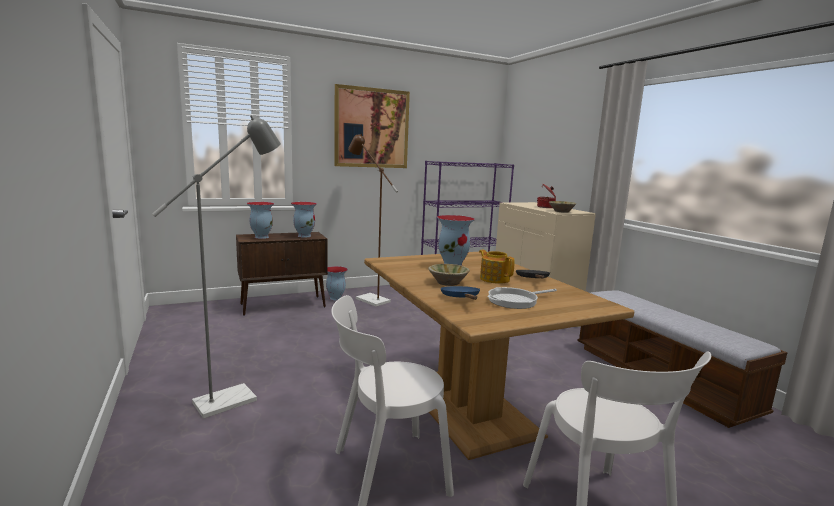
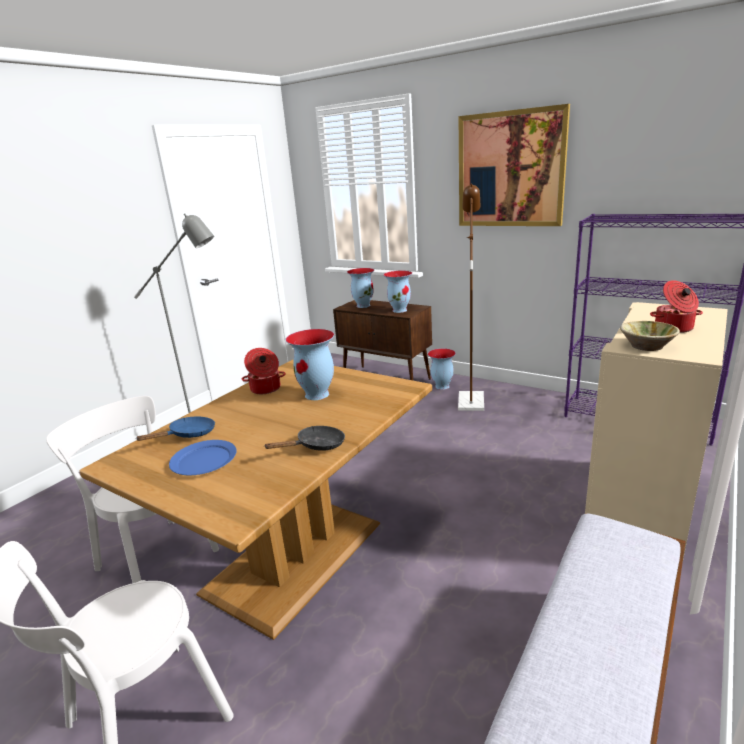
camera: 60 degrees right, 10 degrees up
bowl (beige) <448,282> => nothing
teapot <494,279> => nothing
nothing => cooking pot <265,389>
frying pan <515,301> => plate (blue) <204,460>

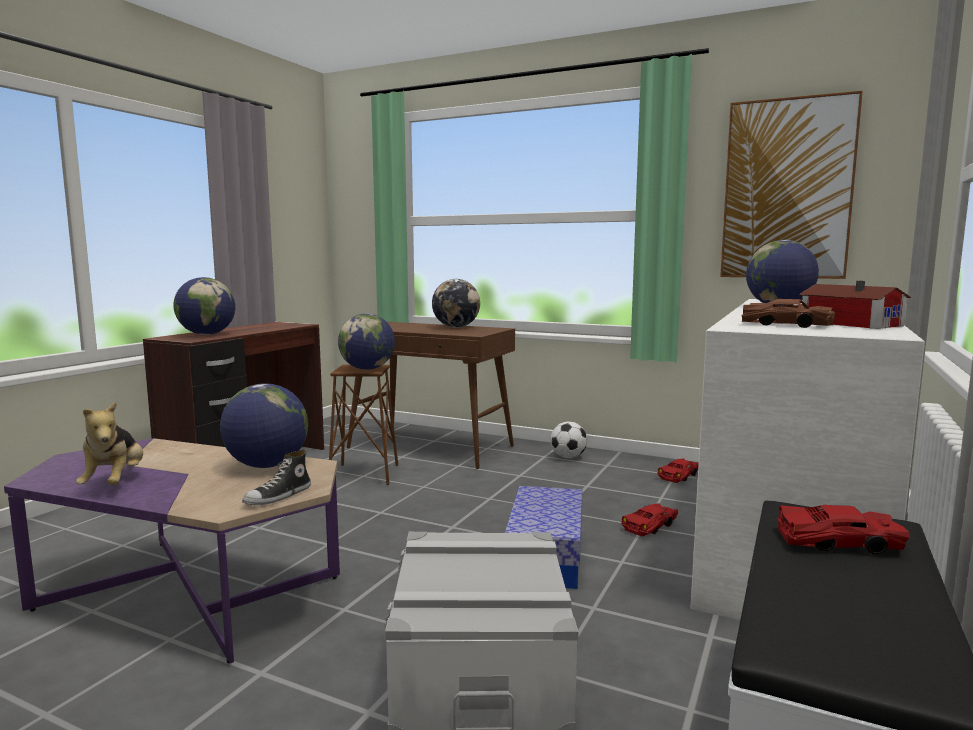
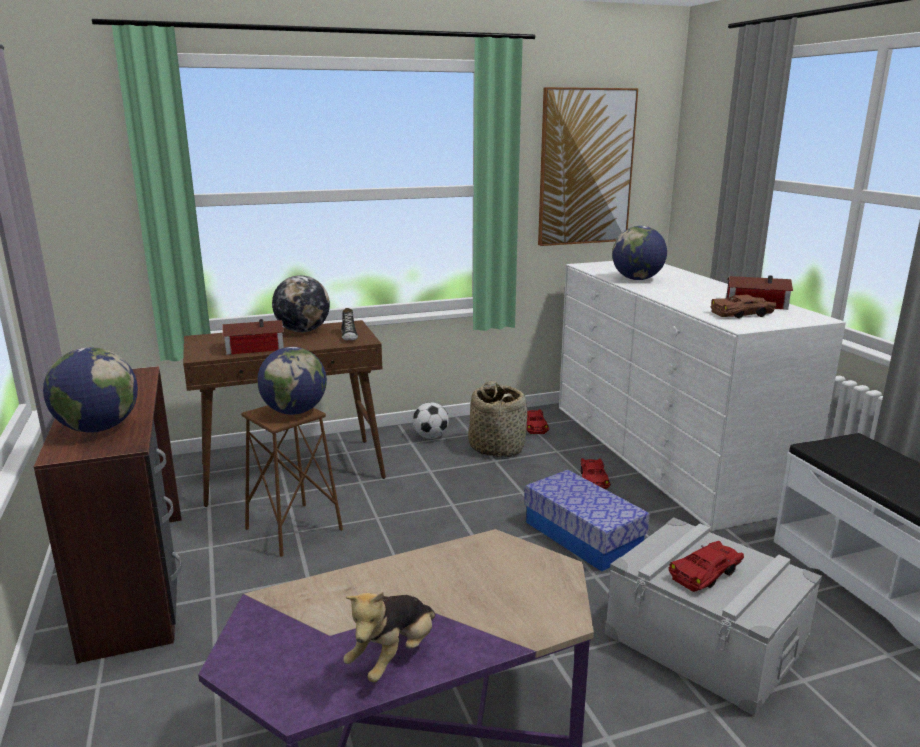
camera: 45 degrees left, 10 degrees up
globe <267,465> => nothing
nothing => toy house <253,347>
nothing => basket <497,447>
shoe <278,497> => shoe <349,336>, shifted
toy car (red) <840,543> => toy car (red) <706,574>, shifted
plush toy <115,483> => plush toy <393,656>, 90 degrees clockwise

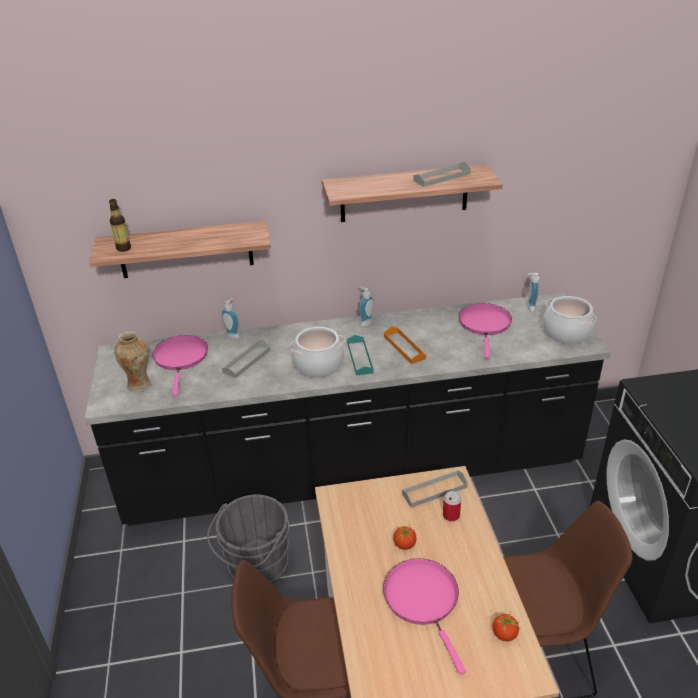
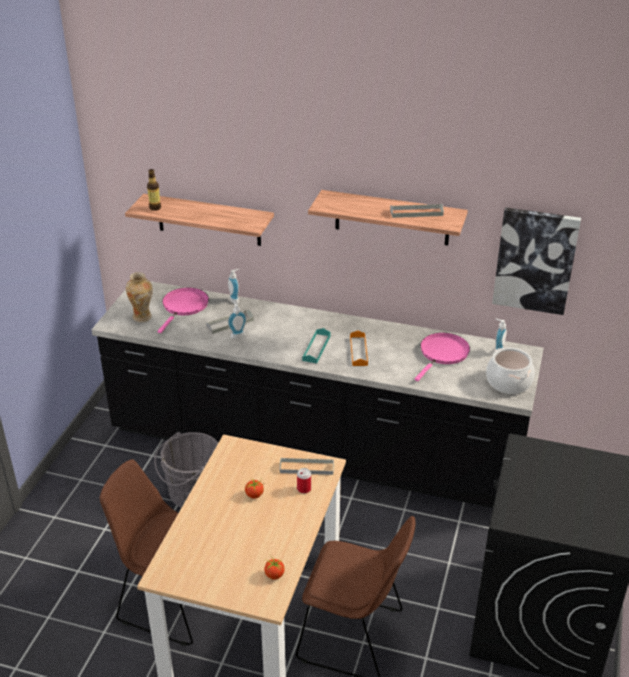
camera: 25 degrees right, 0 degrees up
cooking pot <318,365> => nothing
frying pan (pink) <423,600> => nothing
nothing => picture <535,260>
soap dispenser <365,322> => soap dispenser <237,334>, shifted

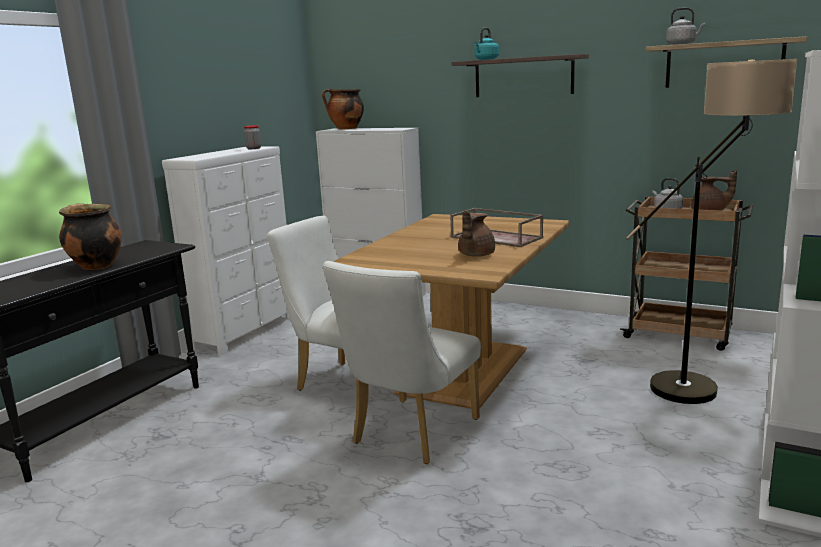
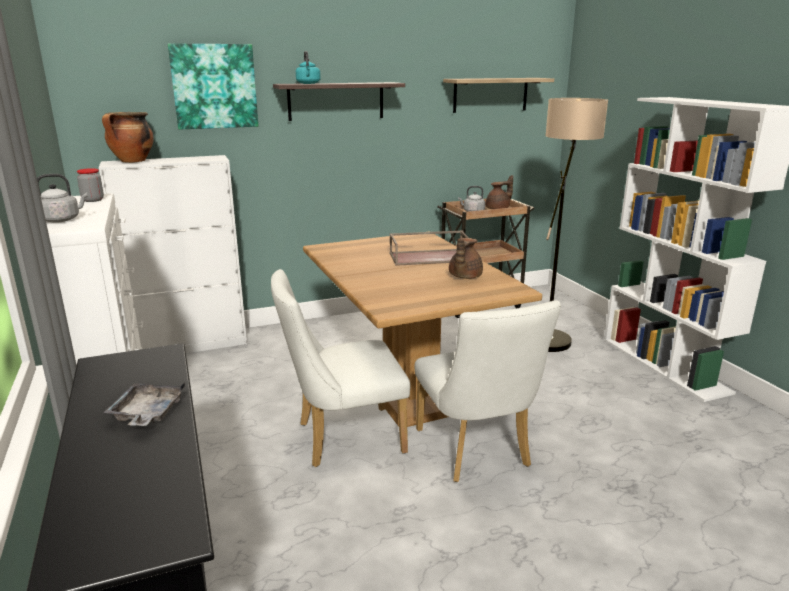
camera: 50 degrees left, 5 degrees up
nothing => picture <214,86>
kettle (grey) <682,44> => kettle (grey) <62,220>, shifted
cooking pot <95,266> => tray (grey) <147,414>
teapot (brown) <475,255> => teapot (brown) <464,276>, 45 degrees clockwise

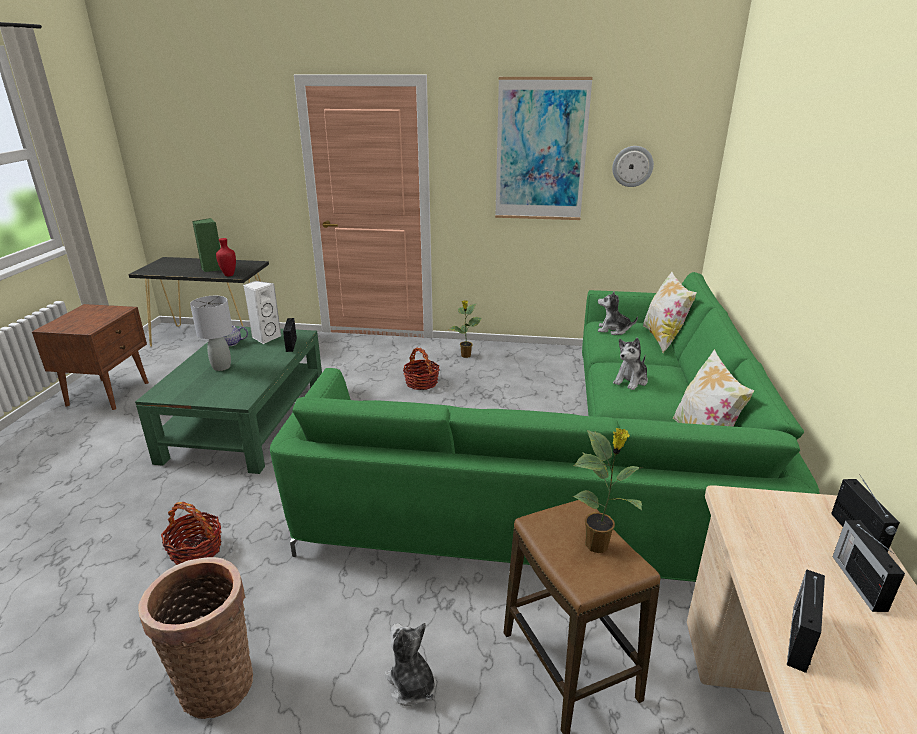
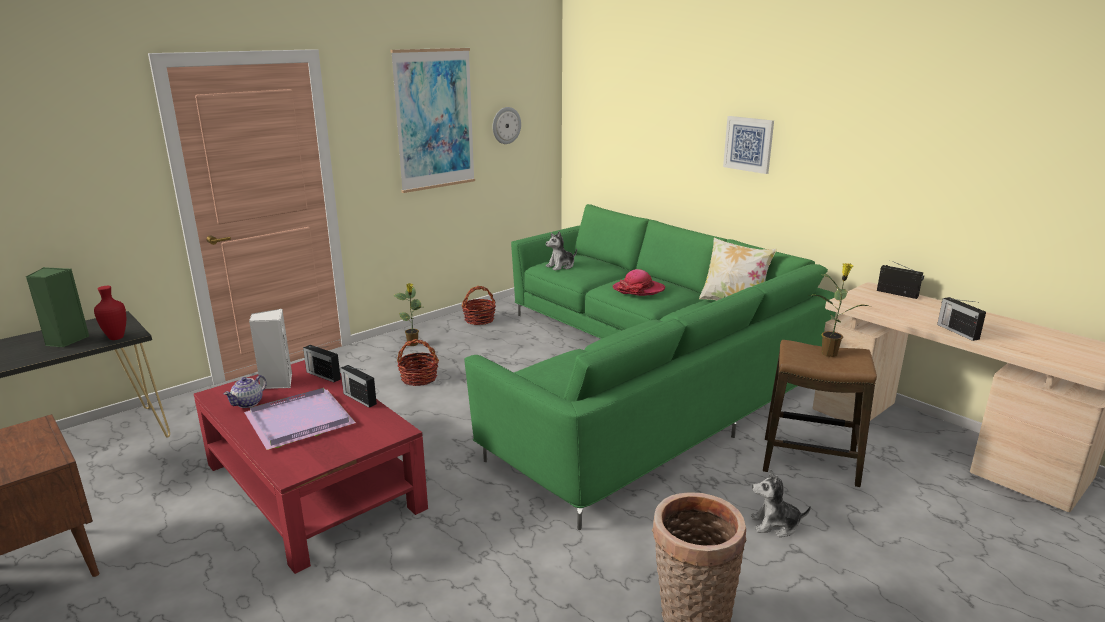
camera: 50 degrees left, 5 degrees down
pillow <662,339> => nothing
nothing => picture <748,144>
basket <196,550> => basket <479,319>, shifted
radio <858,581> => radio <359,398>, shifted
table lamp (grey) <221,367> => tray (purple) <298,422>
plush toy <631,381> => hat <638,289>
coffee table (green) <246,420> => coffee table (red) <313,486>

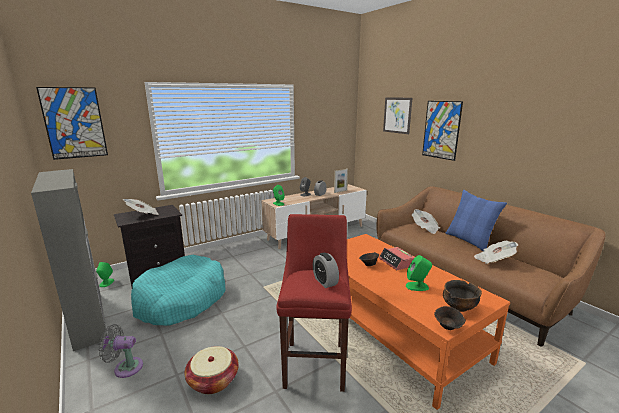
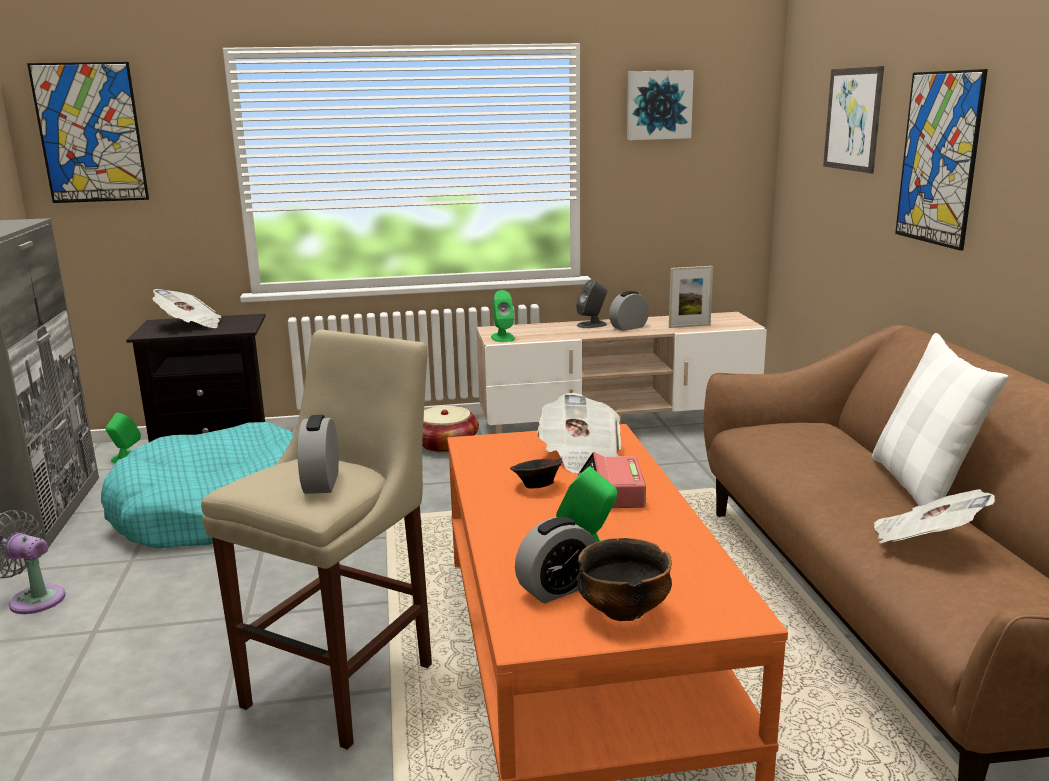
camera: 25 degrees right, 0 degrees up
bowl (brown) <448,327> => nothing
nothing => alarm clock <557,589>
nothing => picture <658,105>
basket <213,380> => basket <446,445>, shifted
newspaper <425,228> => newspaper <579,455>, shifted
stool (red) <315,362> => stool (beige) <346,680>
pillow (blue) <469,241> => pillow (white) <921,486>

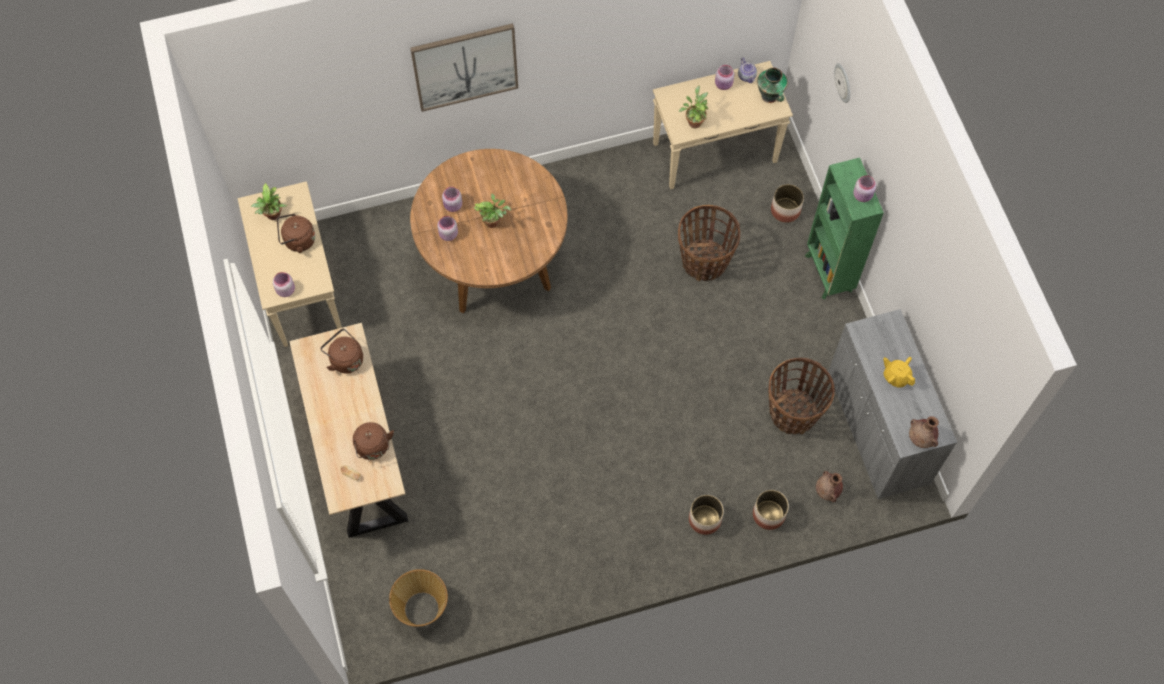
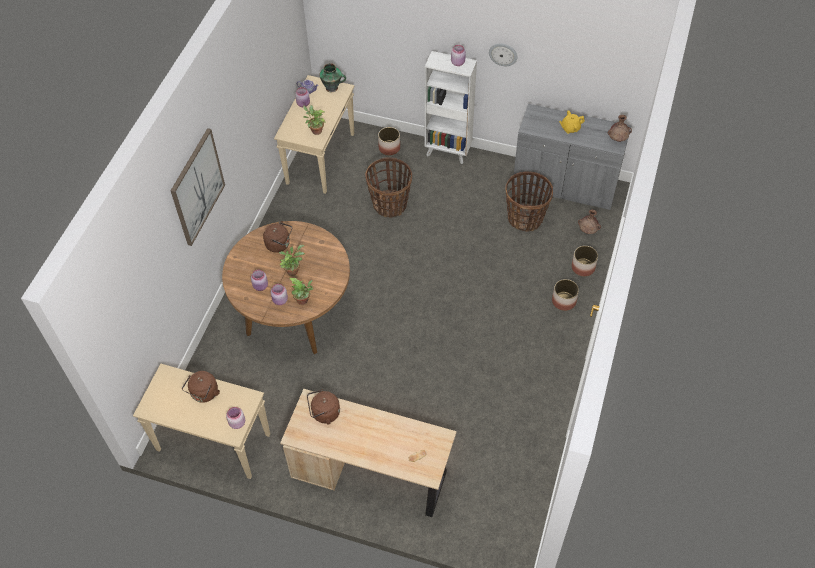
camera: 55 degrees left, 10 degrees down
basket <422,608> => nothing
potted plant <273,216> => potted plant <303,301>, shifted
kettle (brown) <373,448> => kettle (brown) <279,244>, shifted
wall clock <843,82> => wall clock <503,54>, shifted
bookcase (green) <828,274> => bookcase (white) <448,152>

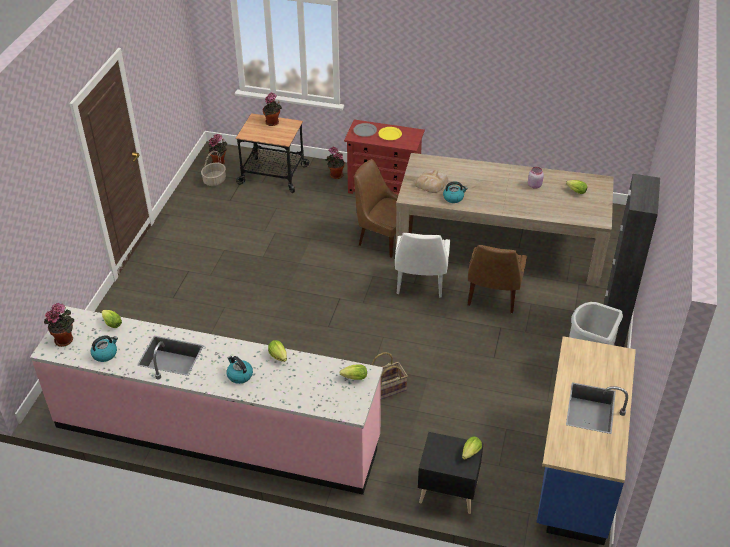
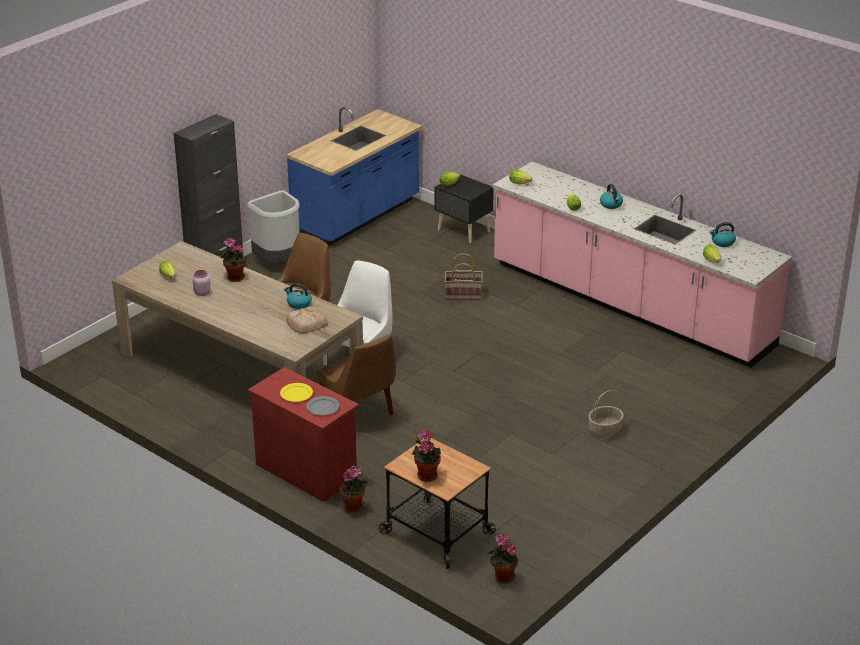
camera: 155 degrees left, 10 degrees down
potted plant <65,339> => potted plant <234,278>, shifted
basket <214,180> => basket <604,430>, shifted

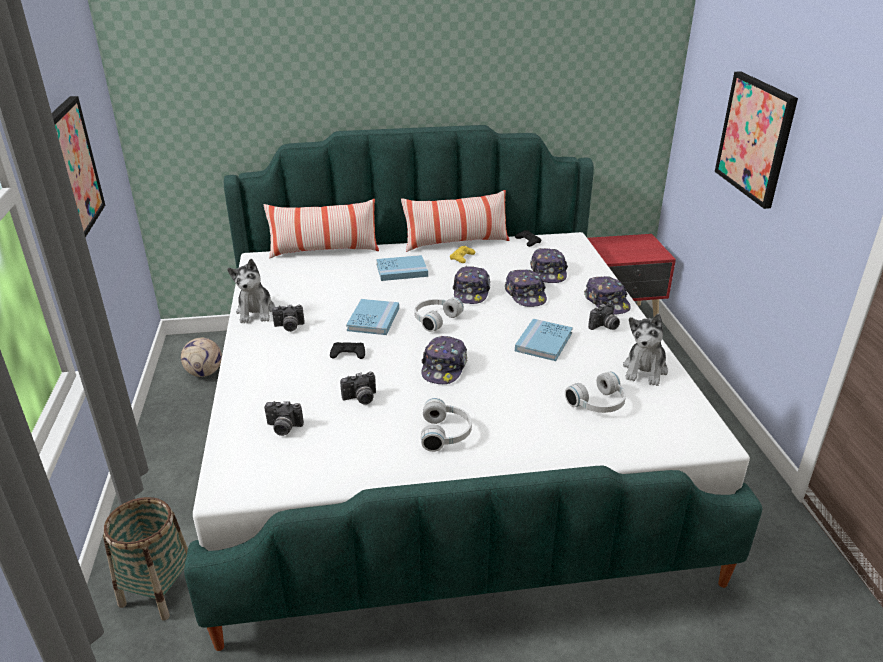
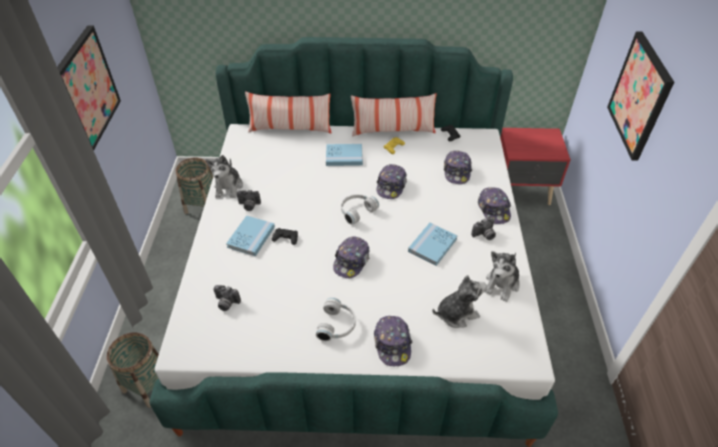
camera: 10 degrees right, 15 degrees up
photo camera <360,399> => nothing
book (blue) <373,319> => book (blue) <251,237>, shifted
cap <525,295> => cap <392,344>, shifted
football <204,372> => basket <202,205>
headphones (white) <599,404> => plush toy <456,313>

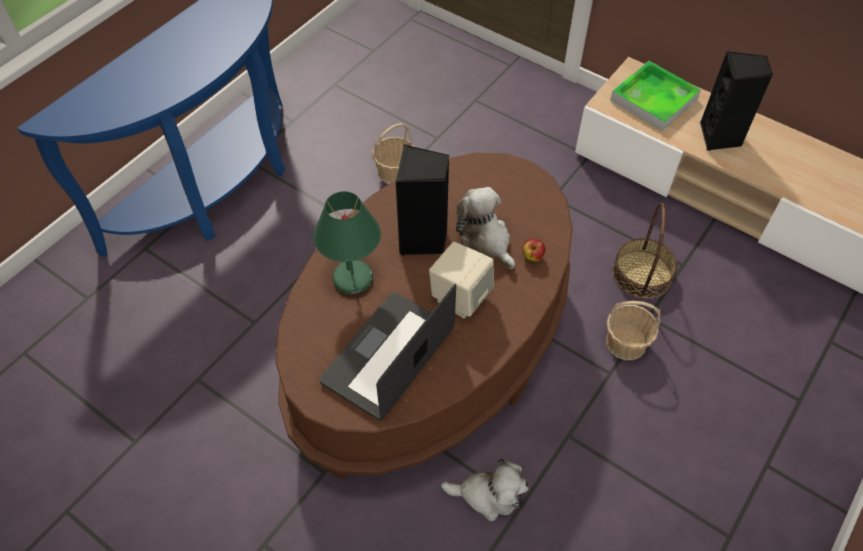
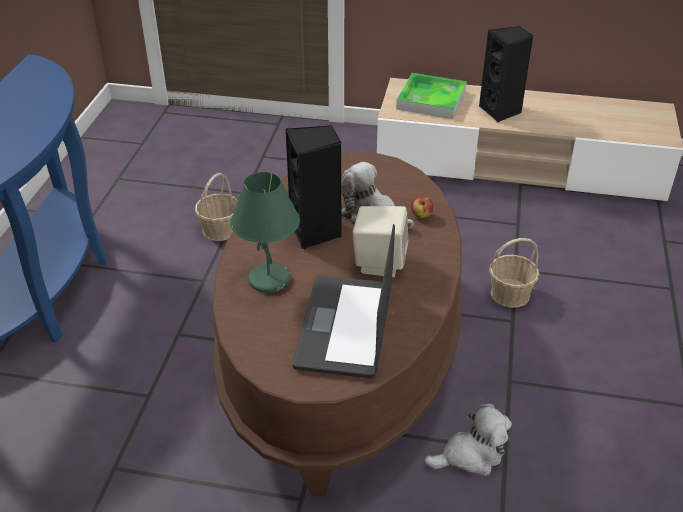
camera: 25 degrees left, 15 degrees down
basket <642,274> => nothing

